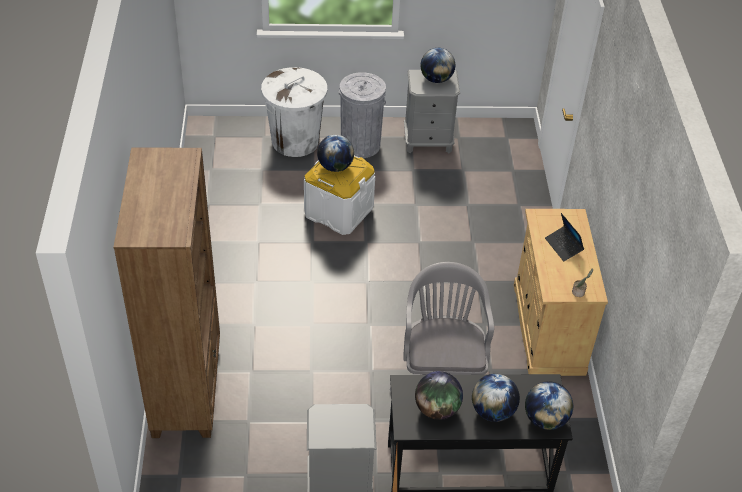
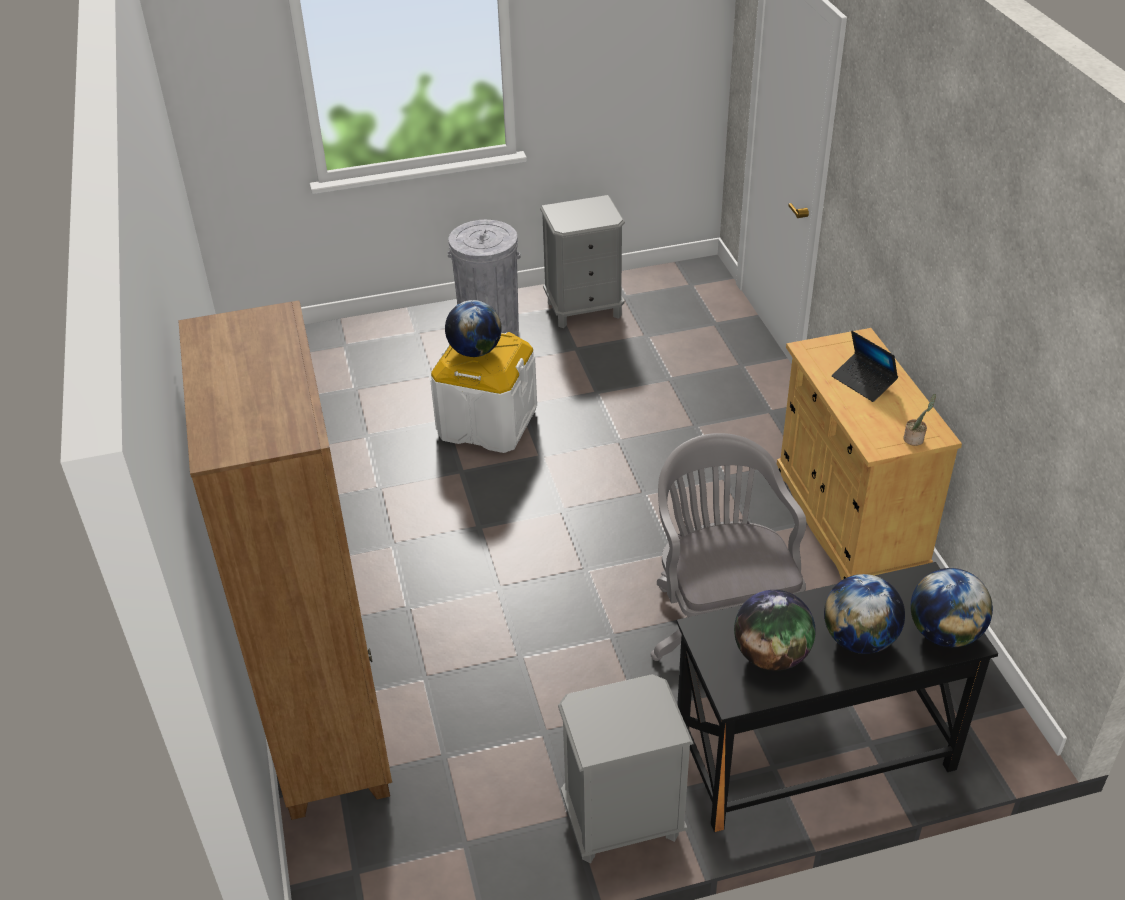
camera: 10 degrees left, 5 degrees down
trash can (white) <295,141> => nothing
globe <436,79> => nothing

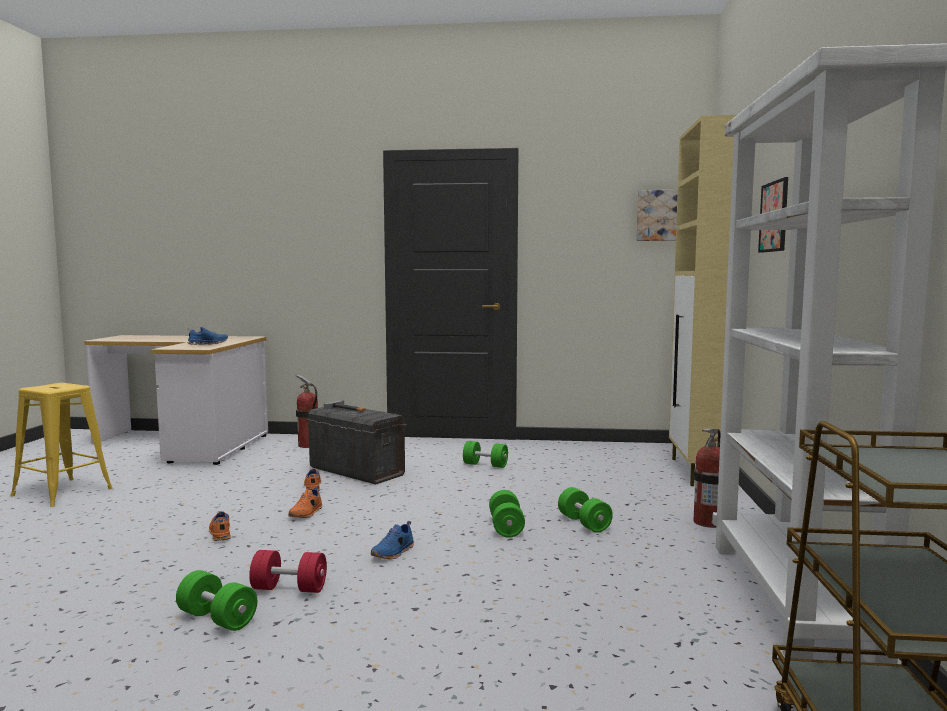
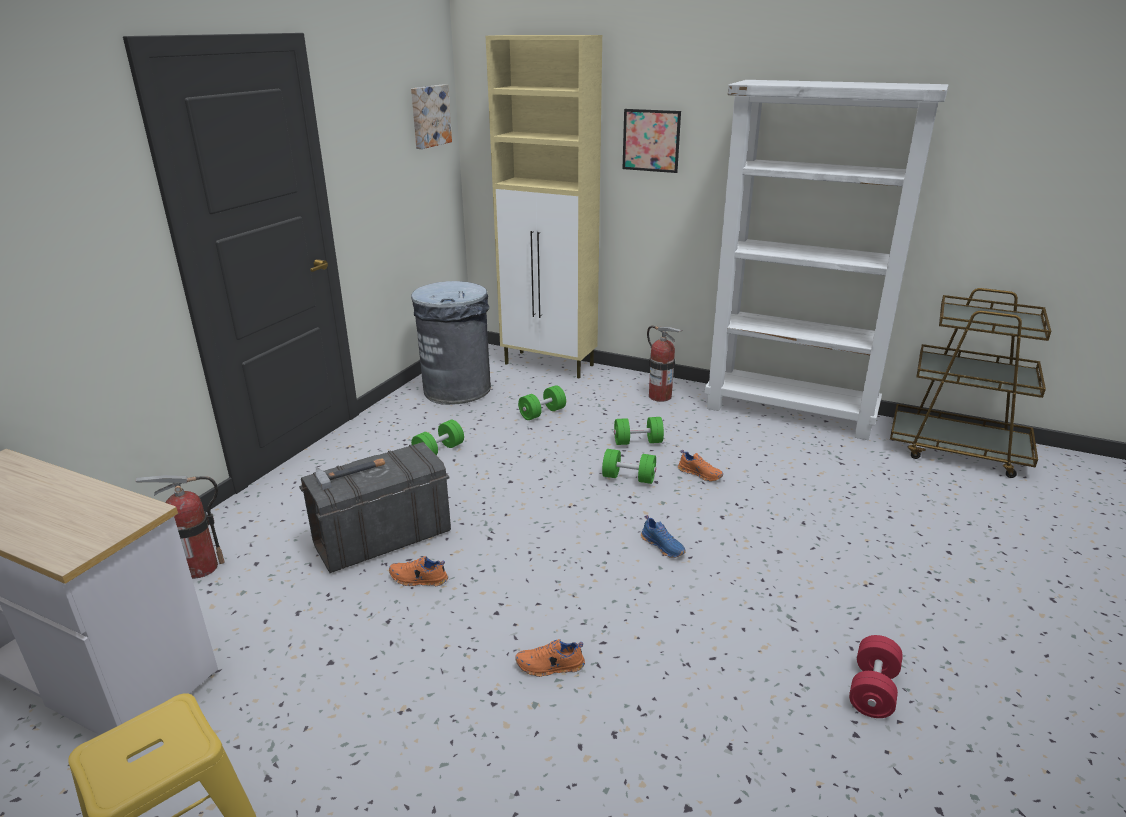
camera: 70 degrees left, 20 degrees up
shoe (blue) <208,343> => nothing
nothing => trash can (grey) <457,390>
dumbbell (green) <217,619> => dumbbell (green) <542,413>, shifted
dumbbell (red) <289,589> => dumbbell (red) <872,690>, shifted
shoe (orange) <307,513> => shoe (orange) <700,474>, shifted

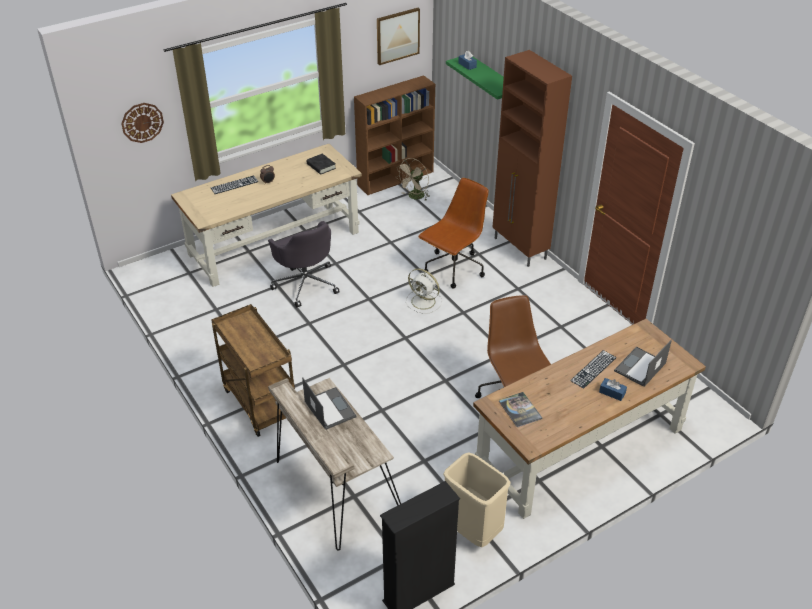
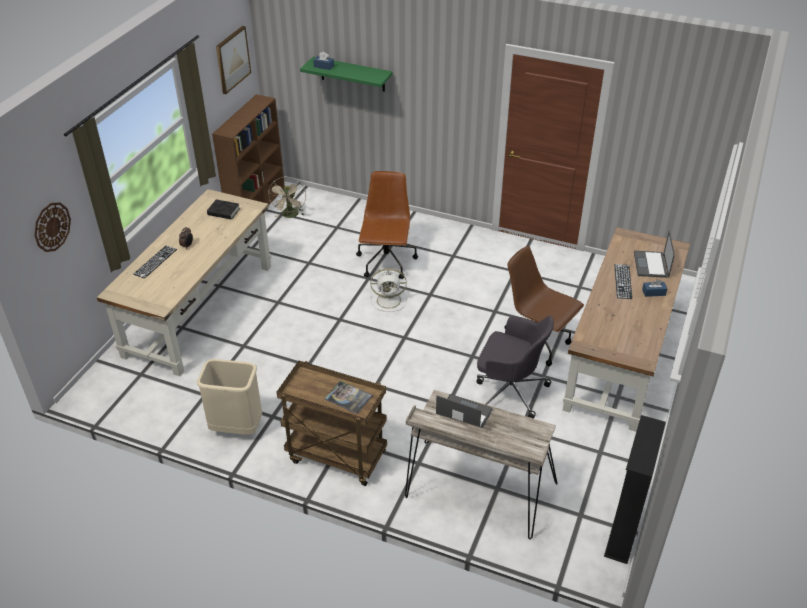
camera: 35 degrees left, 0 degrees up
cabinet (brown) <520,249> => nothing
office chair (grey) <306,283> => office chair (grey) <509,390>, shifted
trash can (beige) <472,530> => trash can (beige) <236,428>, shifted
book <520,410> => book <348,398>, shifted

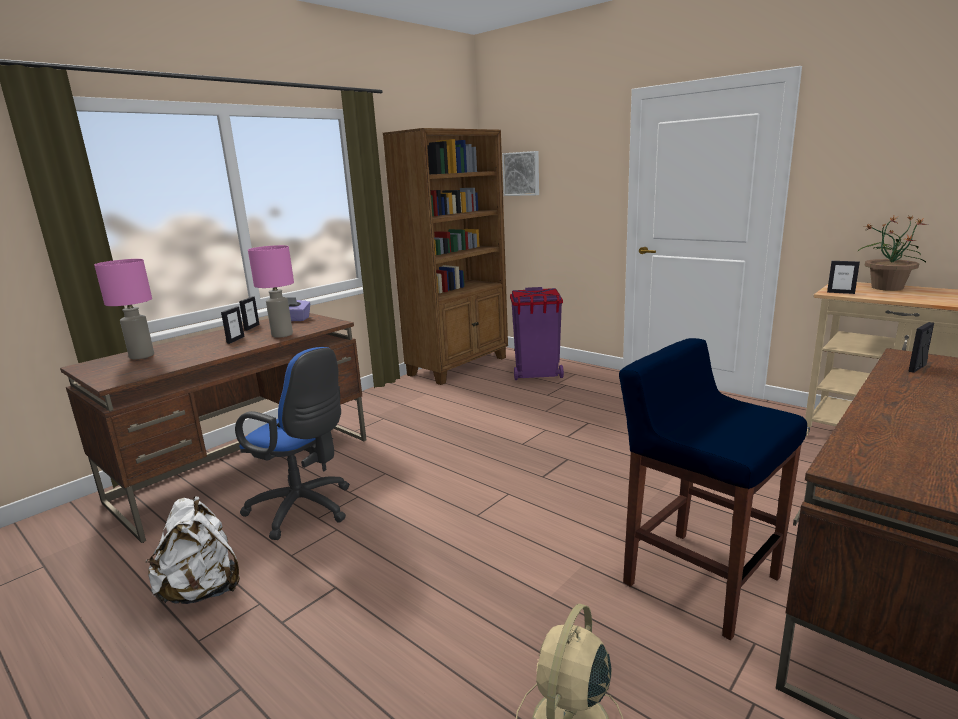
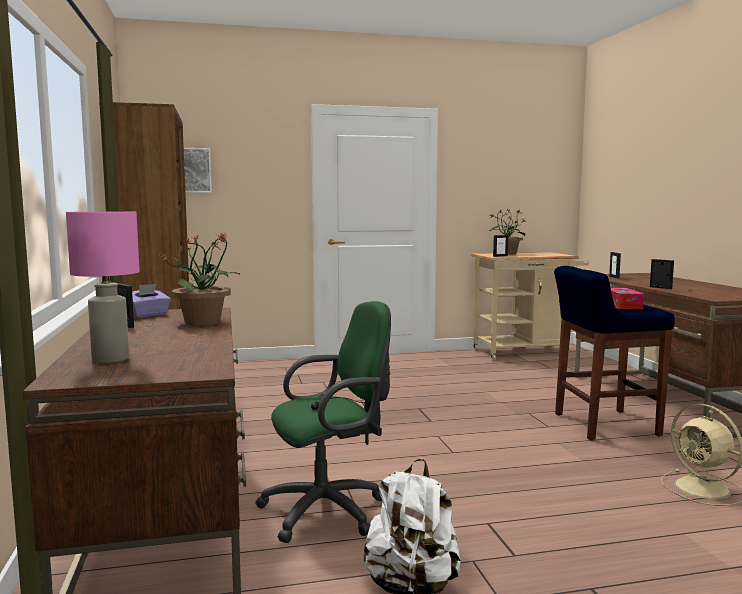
camera: 55 degrees left, 10 degrees down
trash can (purple) <537,375> => nothing
nothing => tissue box <622,305>
picture frame <235,340> => picture frame <660,288>, shifted
table lamp (pink) <281,335> => potted plant <204,322>
office chair (blue) <305,510> => office chair (green) <330,510>

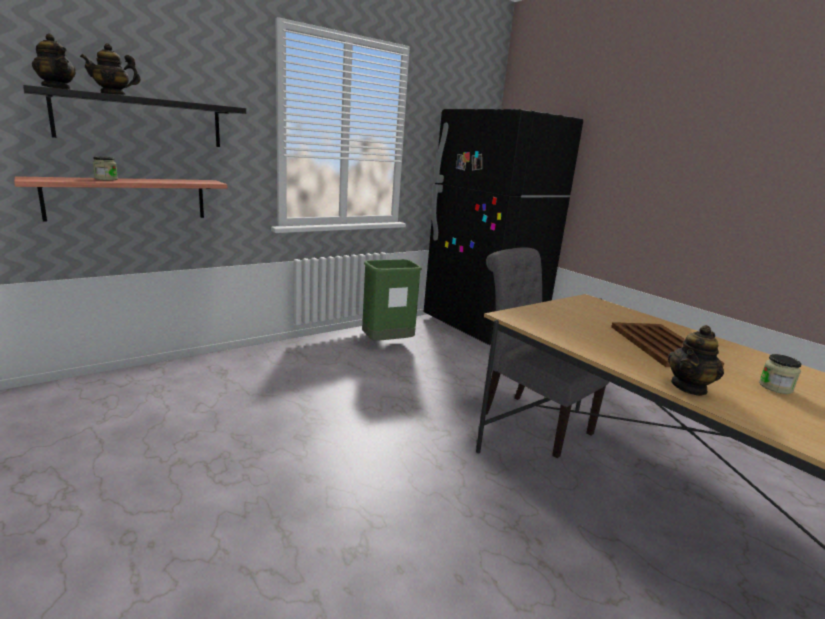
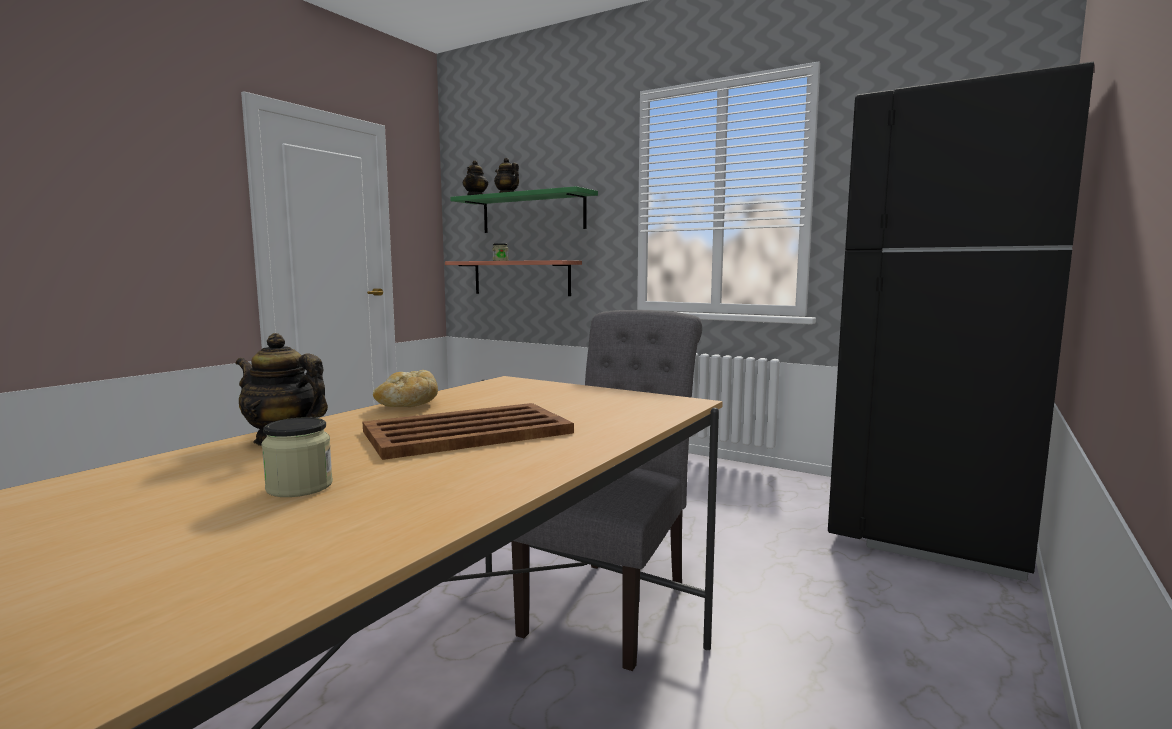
camera: 70 degrees right, 10 degrees down
trash can (green) <387,344> => nothing
nothing => bread <408,406>
shelf (black) <141,120> => shelf (green) <533,213>

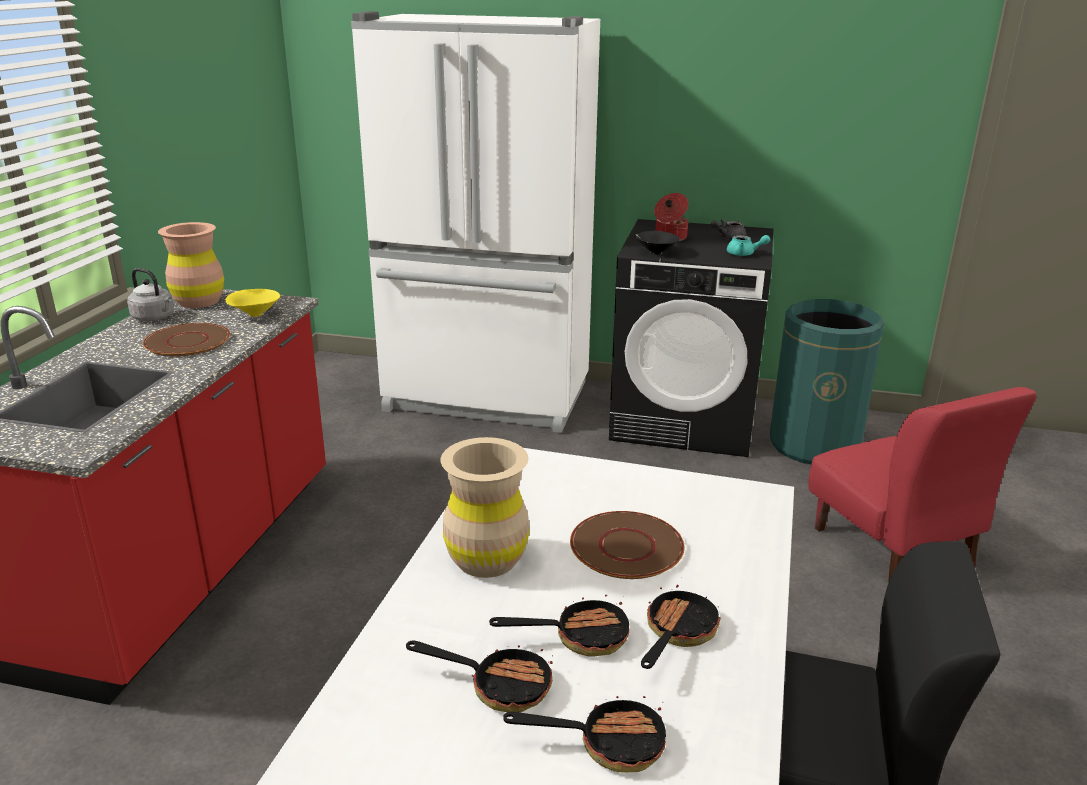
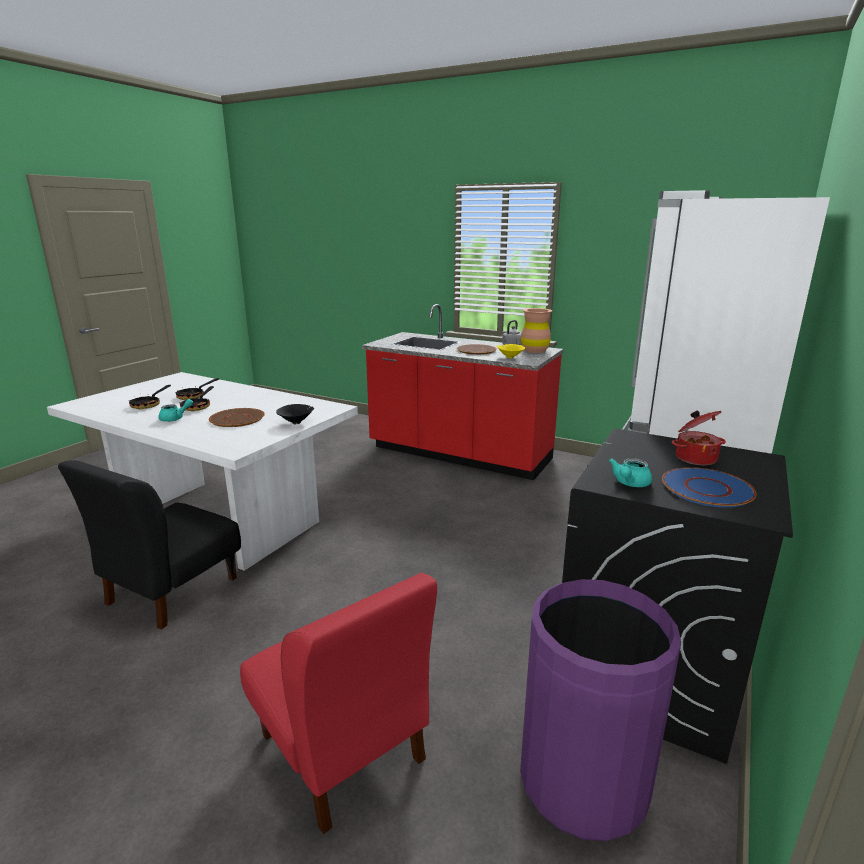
camera: 105 degrees right, 5 degrees down
vase (beige) <486,559> => nothing
bowl (black) <655,253> => bowl (black) <297,422>, shifted
frying pan <677,633> => teapot (turquoise) <175,418>
teapot (grey) <728,238> => plate (blue) <706,489>
trash can (green) <814,445> => trash can (purple) <583,782>
chair (red) <892,547> => chair (red) <342,748>, 120 degrees counterclockwise

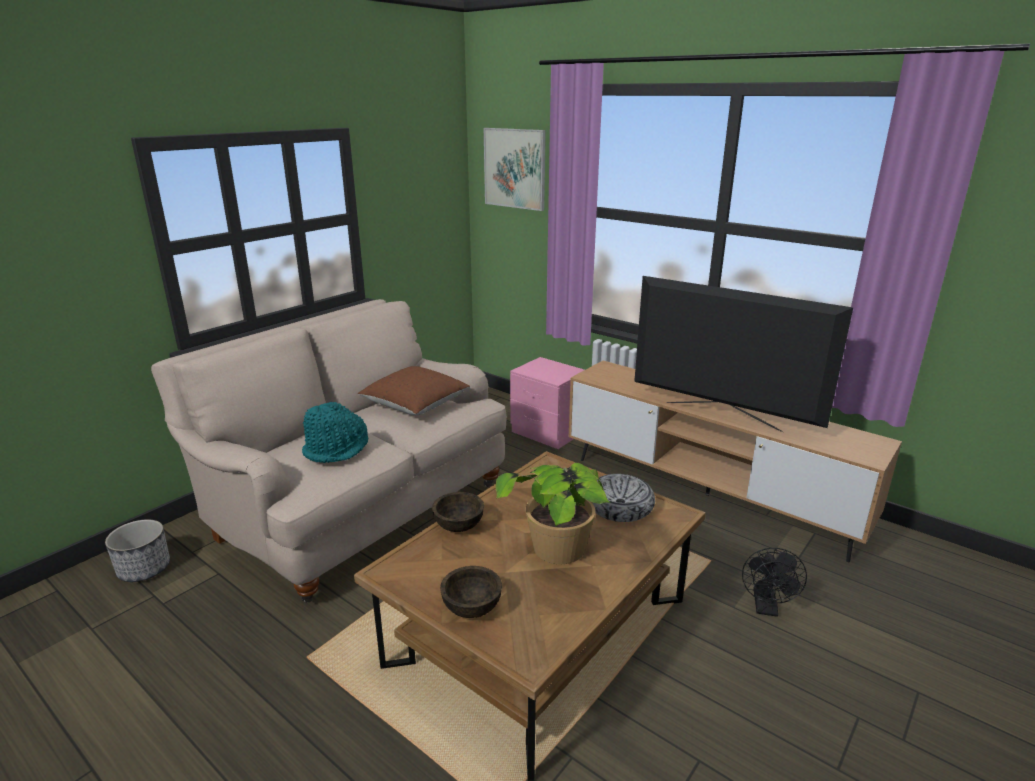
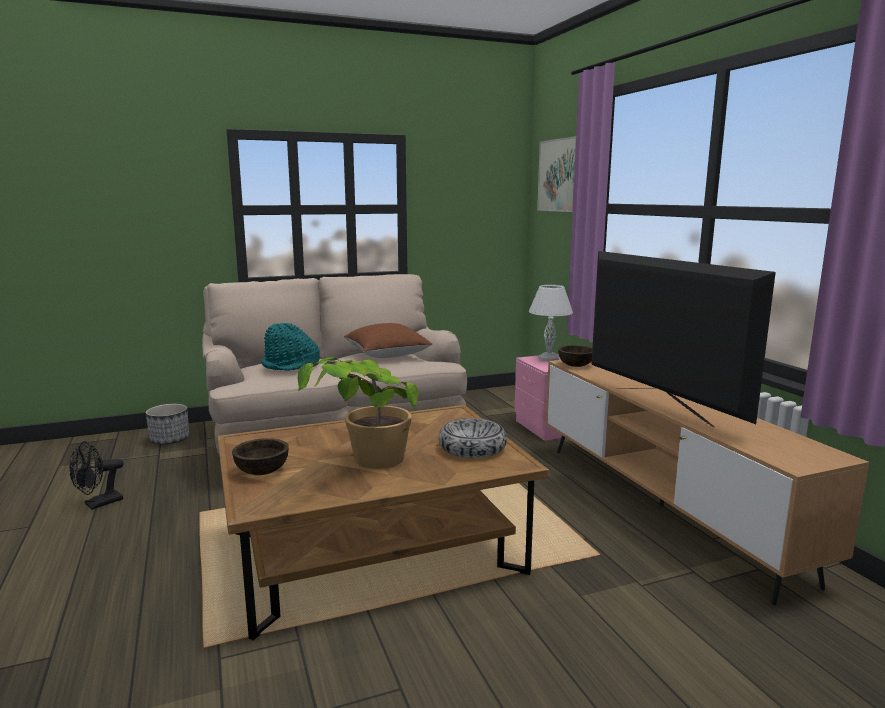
camera: 30 degrees right, 10 degrees down
nothing => table lamp (white) <548,358>
bowl (brown) <458,525> => bowl (brown) <575,365>, shifted
fan (black) <766,608> => fan (black) <98,504>, shifted

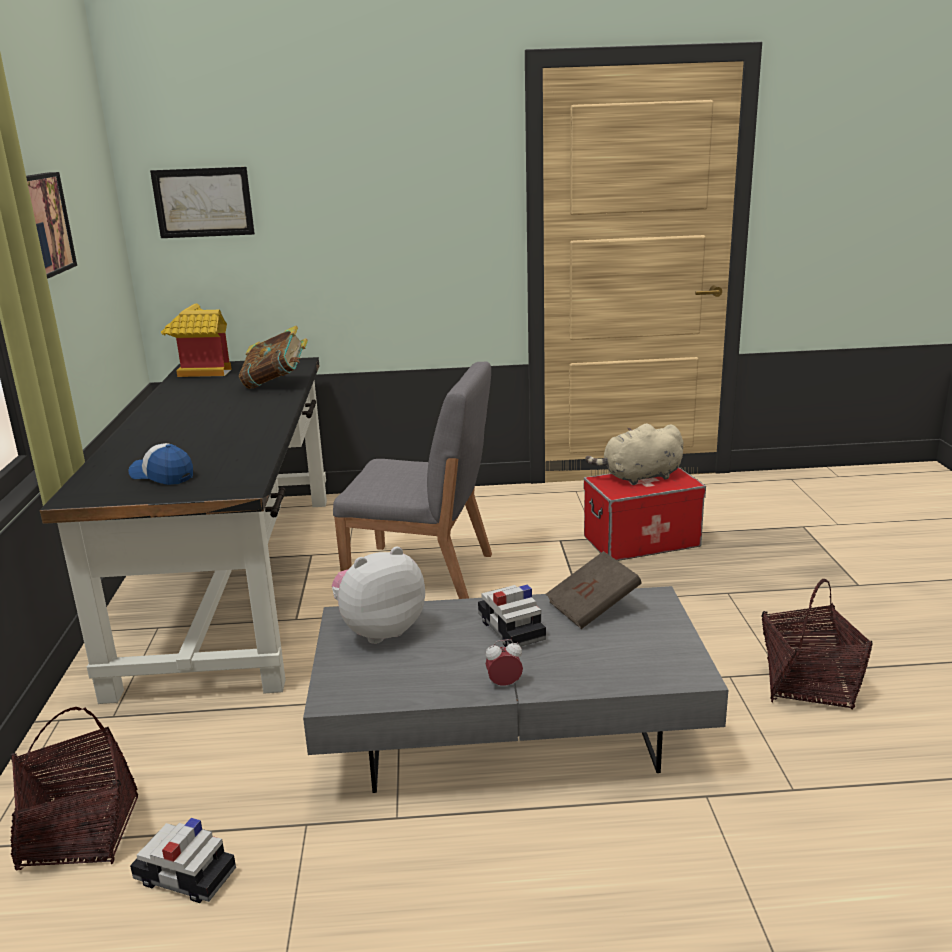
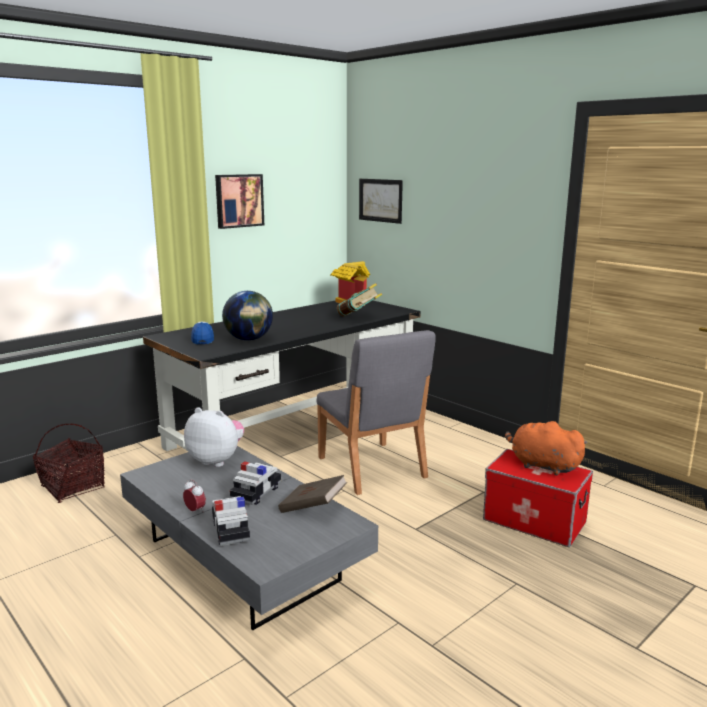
camera: 50 degrees right, 5 degrees down
basket <808,685> => nothing
nothing => globe <249,339>
toy car <185,877> => toy car <230,530>, shifted
plush toy (beige) <639,477> => plush toy (orange) <542,465>

